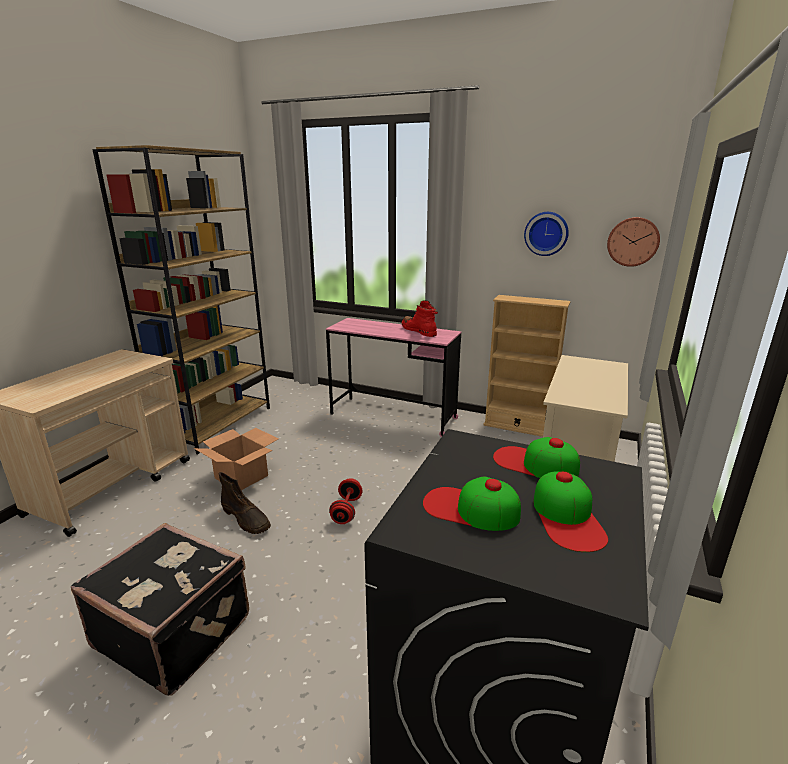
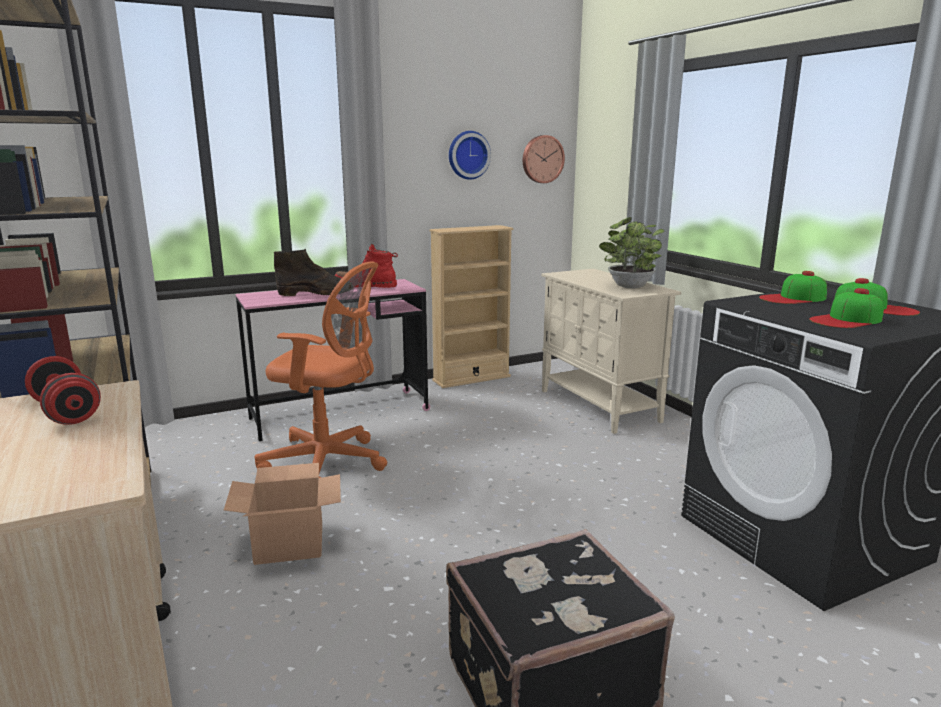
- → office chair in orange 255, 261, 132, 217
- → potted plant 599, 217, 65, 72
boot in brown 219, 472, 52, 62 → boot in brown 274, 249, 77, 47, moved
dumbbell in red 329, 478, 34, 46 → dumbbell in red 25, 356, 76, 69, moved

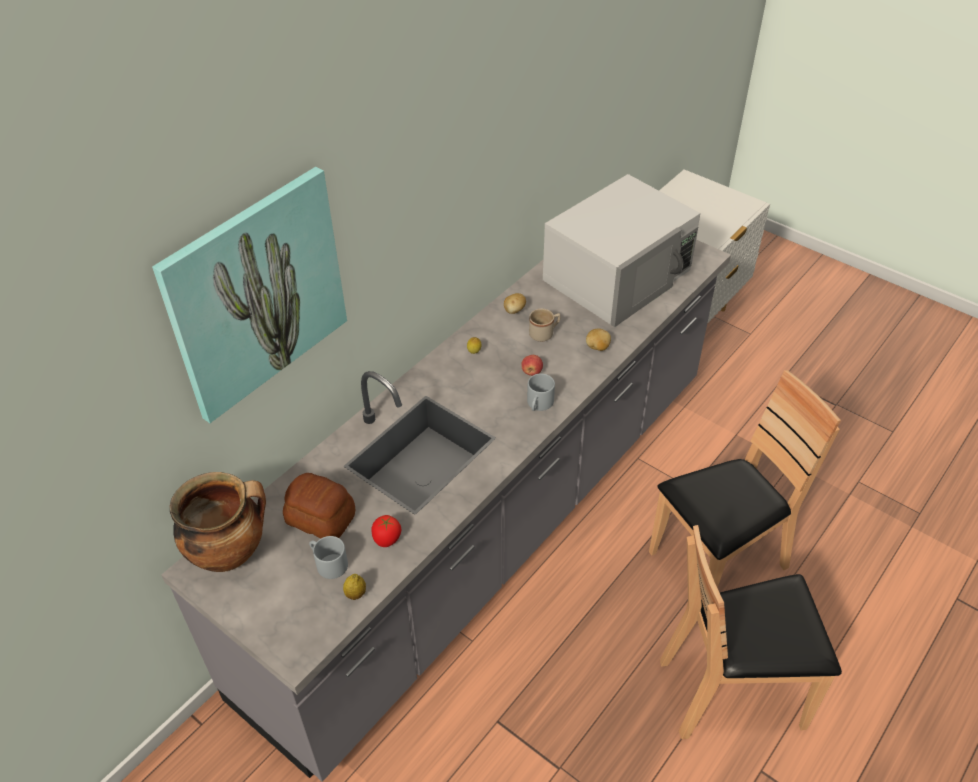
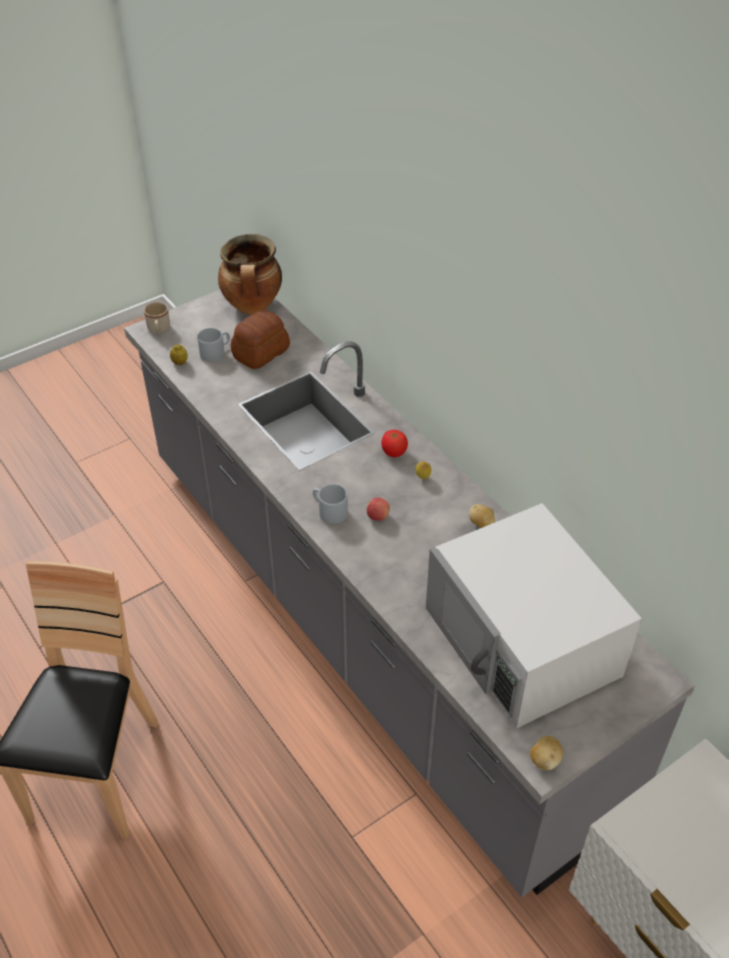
picture 152, 167, 195, 256 → -
chair in brown 649, 370, 192, 230 → -
tomato 371, 515, 30, 32 → tomato 381, 430, 27, 27, moved
mug in beige 529, 309, 31, 33 → mug in beige 144, 302, 26, 32, moved
potato 586, 328, 25, 23 → potato 530, 736, 33, 34, moved

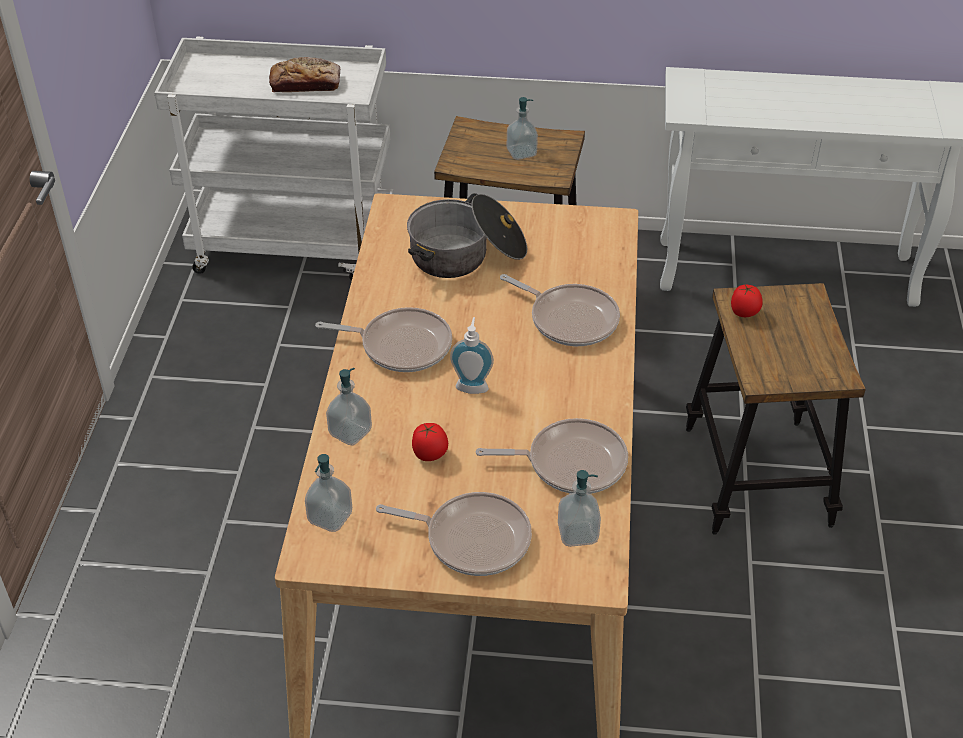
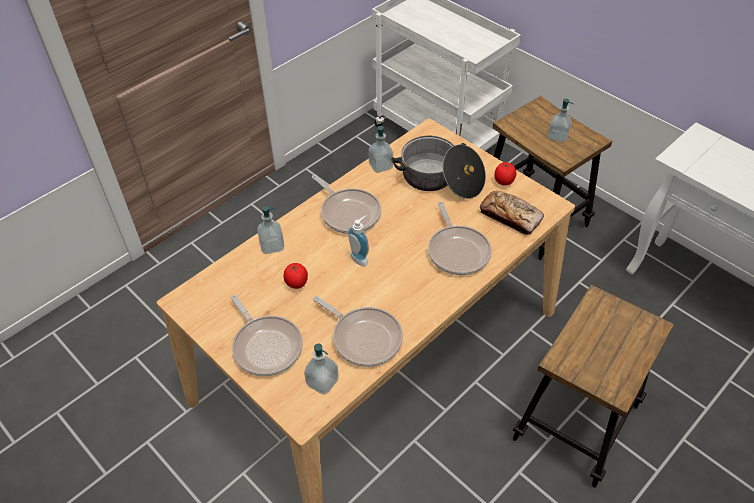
bread 269, 57, 71, 35 → bread 480, 191, 64, 44, moved
soap dispenser 305, 454, 47, 78 → soap dispenser 369, 126, 24, 47, moved
tomato 731, 285, 32, 32 → tomato 494, 162, 22, 24, moved

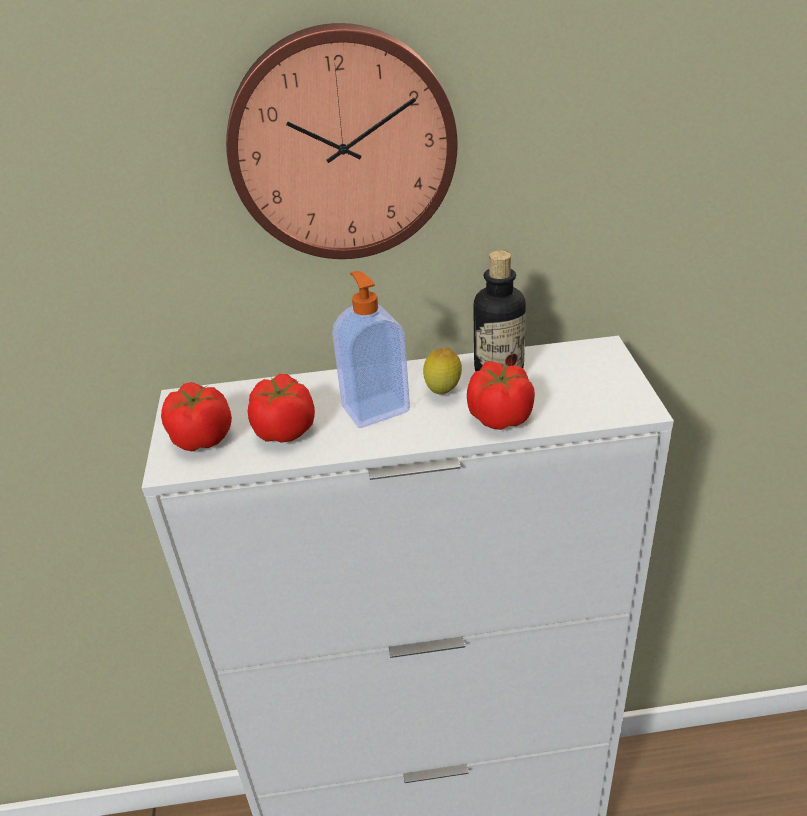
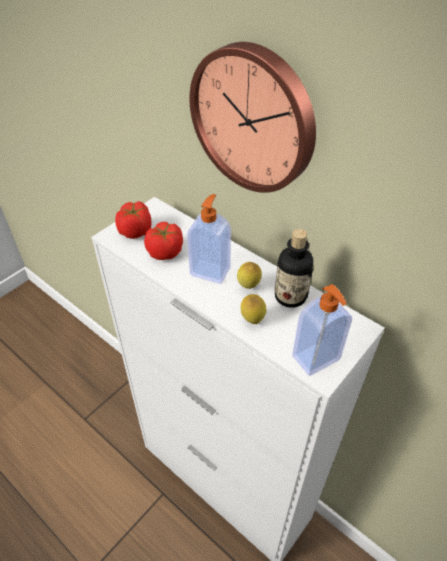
- → soap dispenser 292, 284, 60, 92
tomato 467, 361, 68, 69 → lemon 241, 294, 25, 30

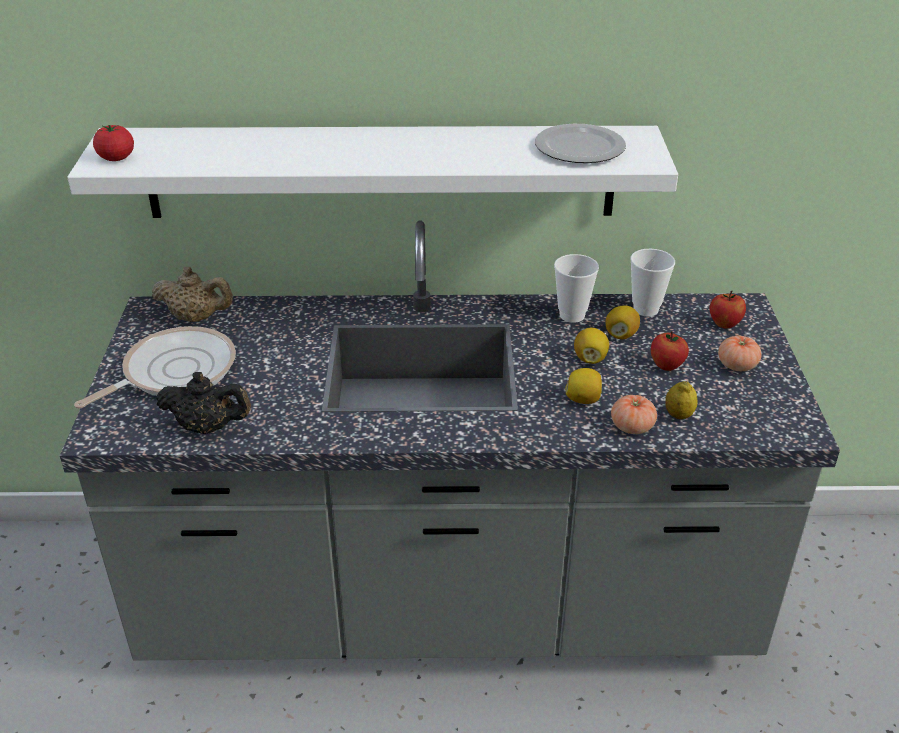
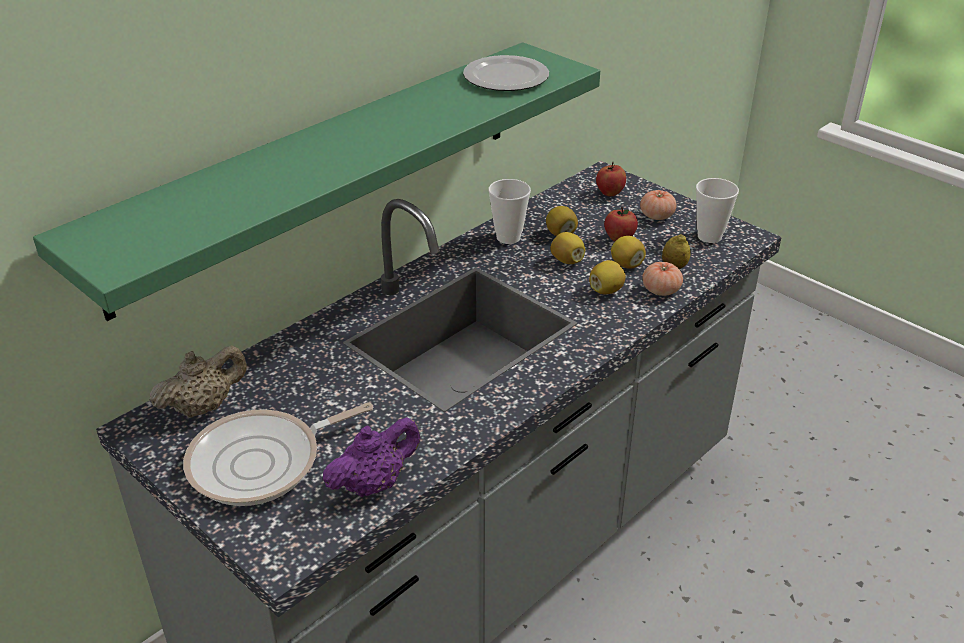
tomato 93, 125, 41, 36 → -
- → lemon 611, 236, 35, 33
cup 630, 249, 45, 67 → cup 696, 178, 43, 65, moved
shelf in white 67, 126, 611, 92 → shelf in green 33, 42, 567, 279
teapot in black 156, 372, 95, 62 → teapot in purple 323, 417, 98, 80
frying pan 74, 326, 162, 83 → frying pan 183, 402, 190, 104, 120 degrees counterclockwise

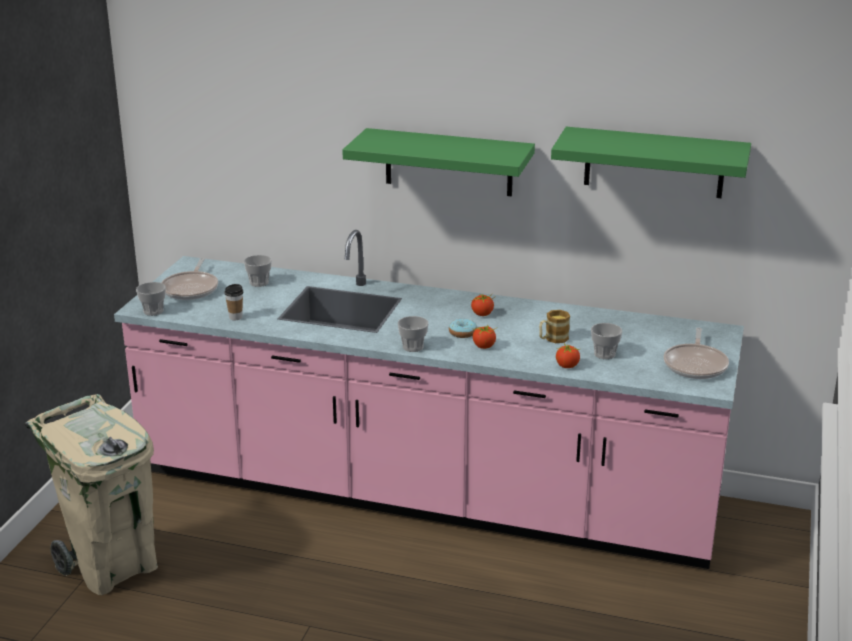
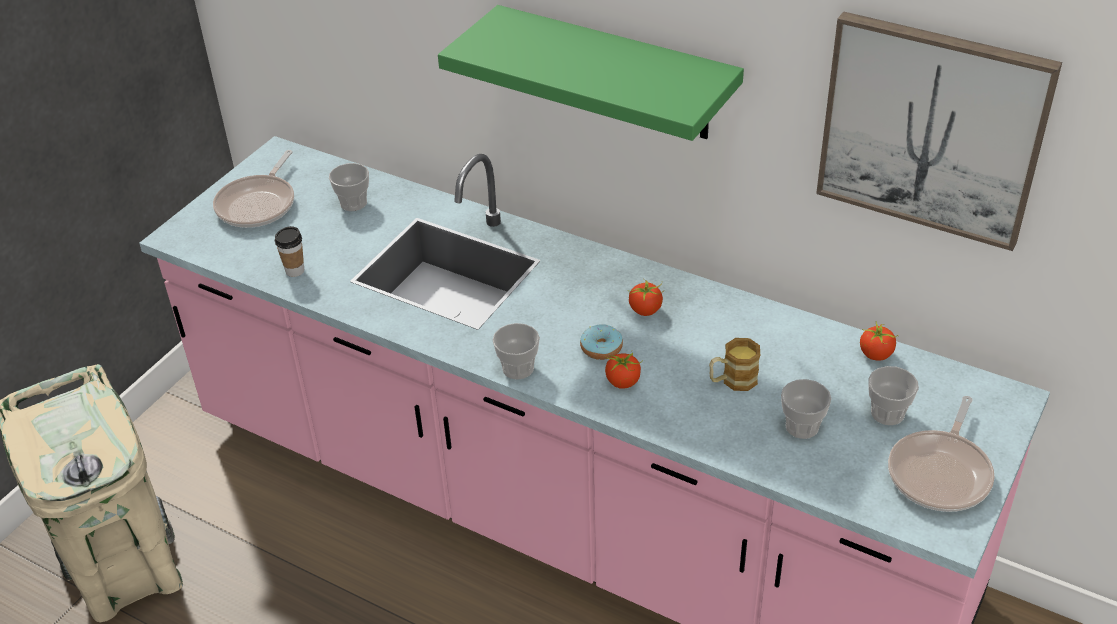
cup 136, 282, 30, 34 → cup 868, 366, 51, 59, moved
tomato 556, 344, 24, 24 → tomato 860, 322, 38, 39, moved
shelf in green 551, 127, 200, 71 → picture 816, 11, 246, 240

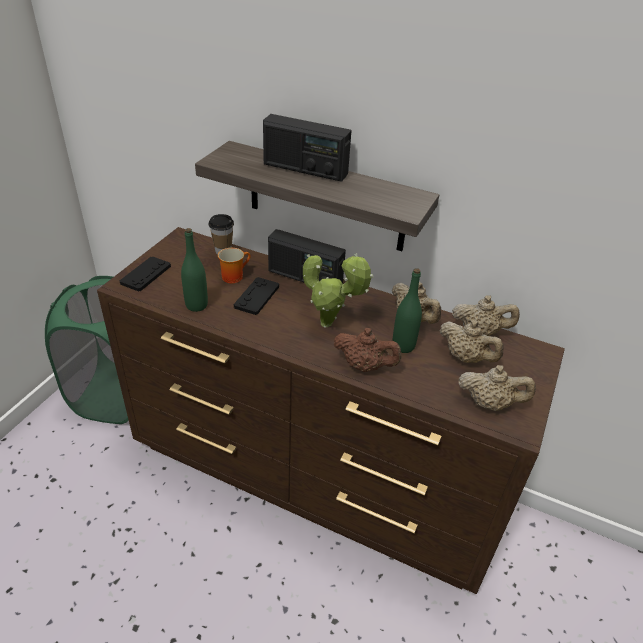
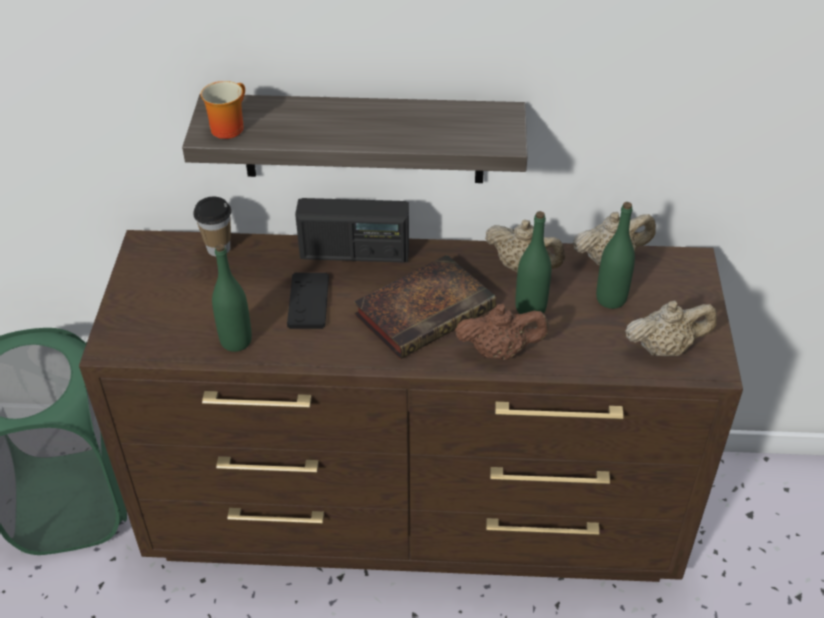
game controller in black 120, 256, 51, 35 → -
radio 263, 114, 89, 68 → -
mug 218, 248, 33, 36 → mug 201, 81, 44, 58, moved
potted plant 303, 253, 70, 75 → book 354, 255, 142, 104
teapot in beige 439, 320, 65, 43 → bottle in green 596, 202, 39, 107

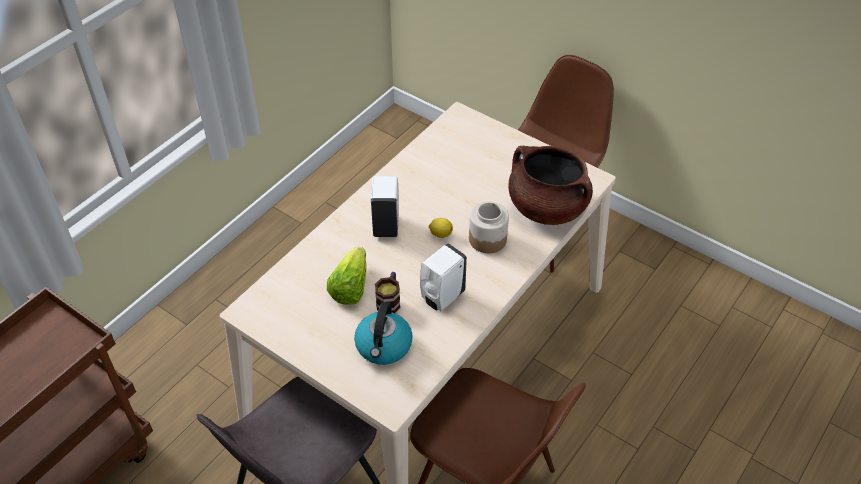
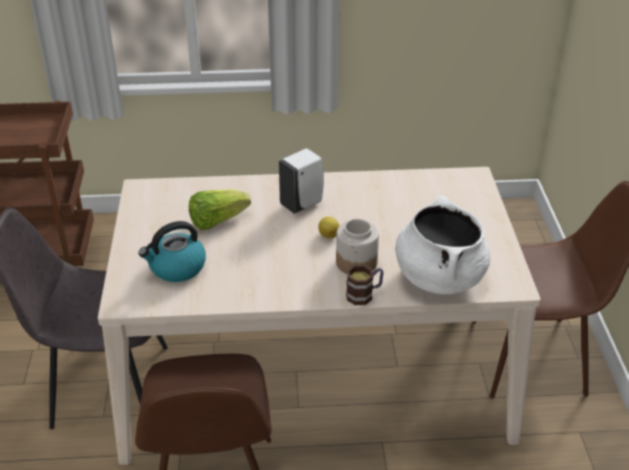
soap dispenser in white 420, 243, 47, 68 → -
mug 375, 272, 25, 41 → mug 346, 265, 38, 40, moved
cooking pot in brown 508, 146, 85, 79 → cooking pot in white 395, 195, 95, 99

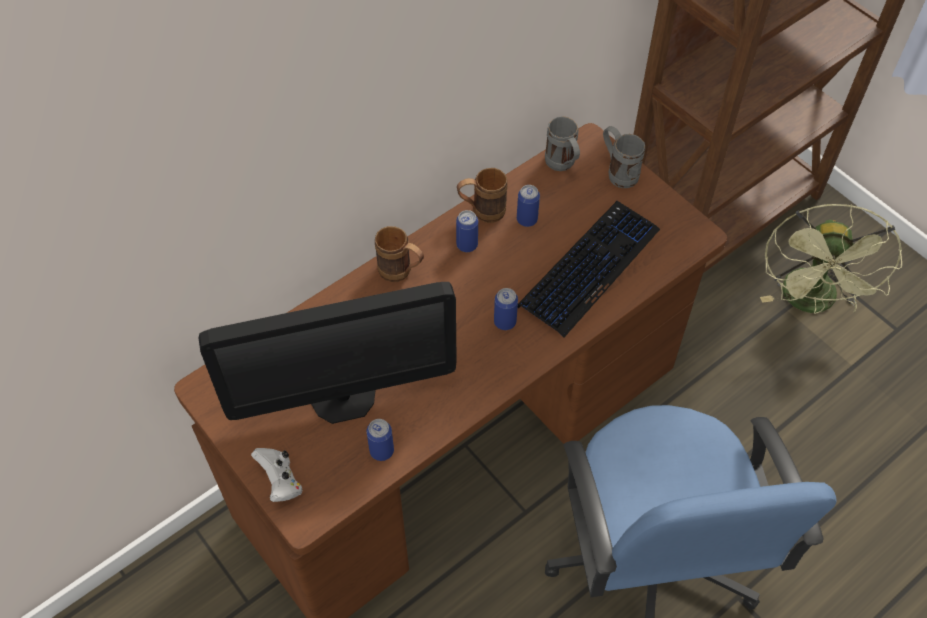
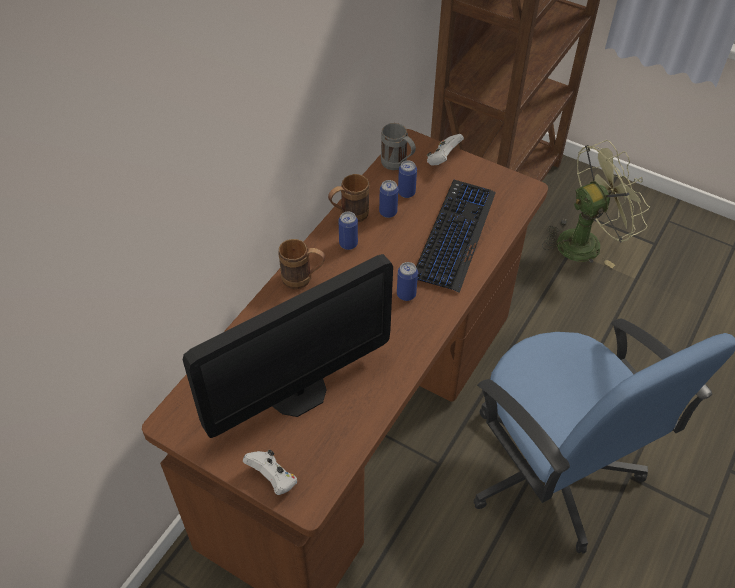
can 366, 419, 28, 42 → can 398, 160, 19, 38, moved
mug in grey 603, 126, 42, 62 → game controller in white 427, 134, 37, 32
fan in green 760, 204, 142, 110 → fan in green 542, 140, 108, 128, 105 degrees counterclockwise

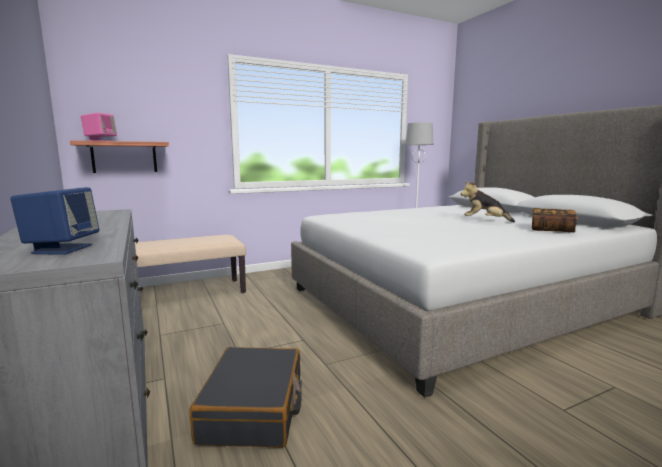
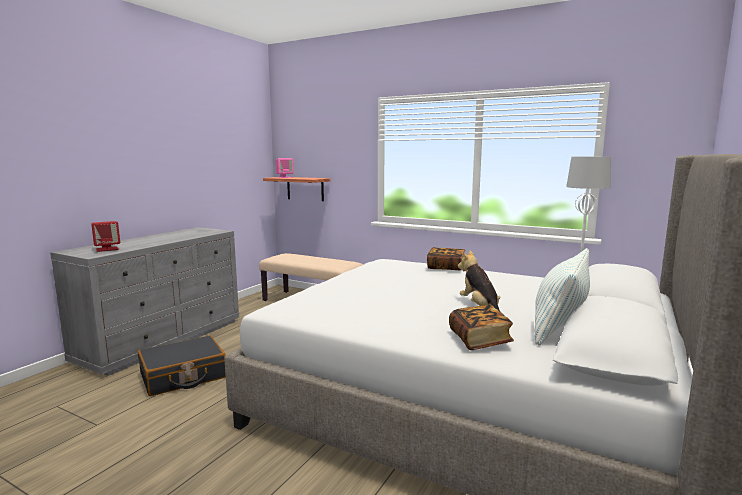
- → book 427, 247, 38, 23
- → pillow 534, 248, 56, 97
speaker in blue 10, 187, 89, 68 → speaker in red 91, 221, 29, 31

